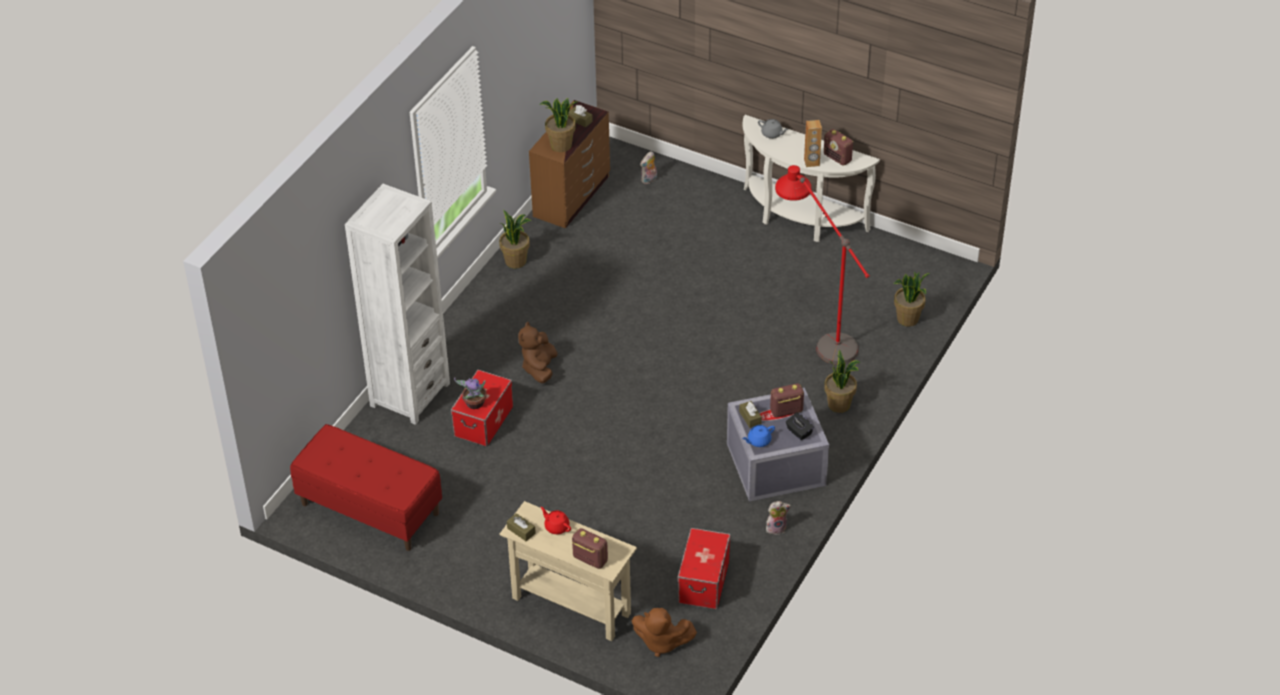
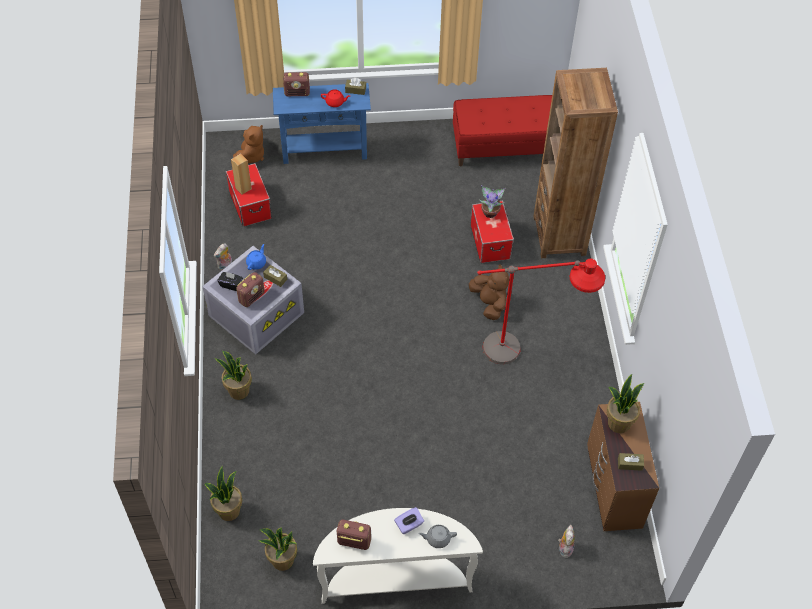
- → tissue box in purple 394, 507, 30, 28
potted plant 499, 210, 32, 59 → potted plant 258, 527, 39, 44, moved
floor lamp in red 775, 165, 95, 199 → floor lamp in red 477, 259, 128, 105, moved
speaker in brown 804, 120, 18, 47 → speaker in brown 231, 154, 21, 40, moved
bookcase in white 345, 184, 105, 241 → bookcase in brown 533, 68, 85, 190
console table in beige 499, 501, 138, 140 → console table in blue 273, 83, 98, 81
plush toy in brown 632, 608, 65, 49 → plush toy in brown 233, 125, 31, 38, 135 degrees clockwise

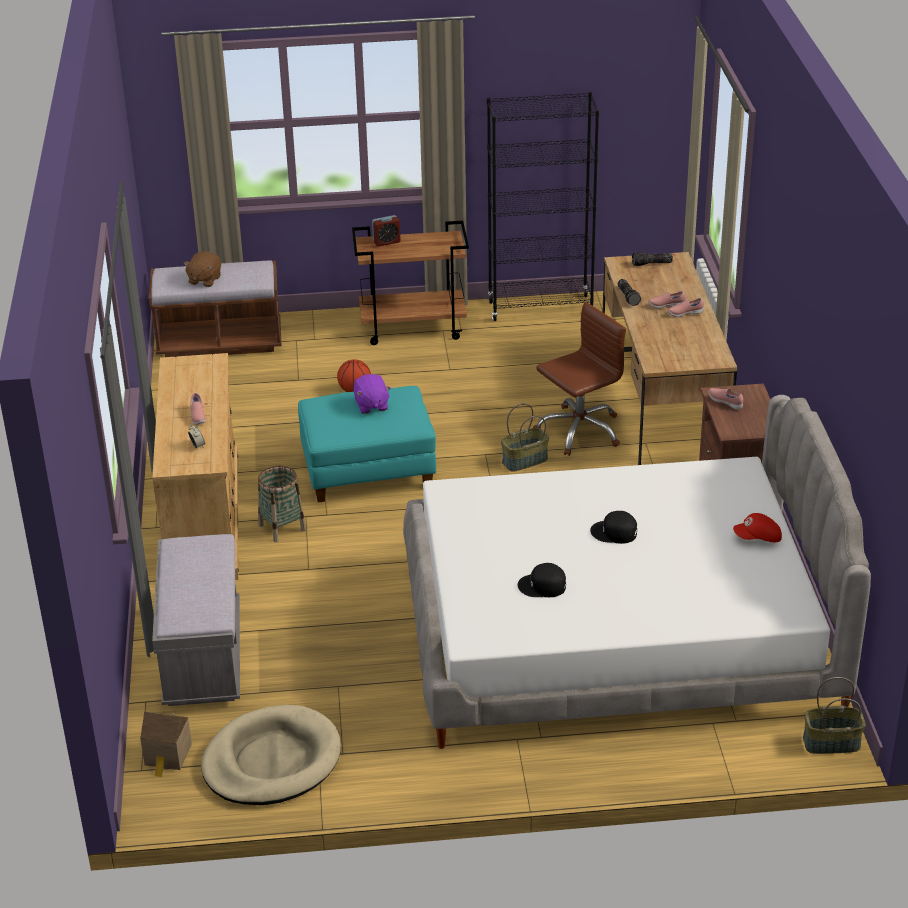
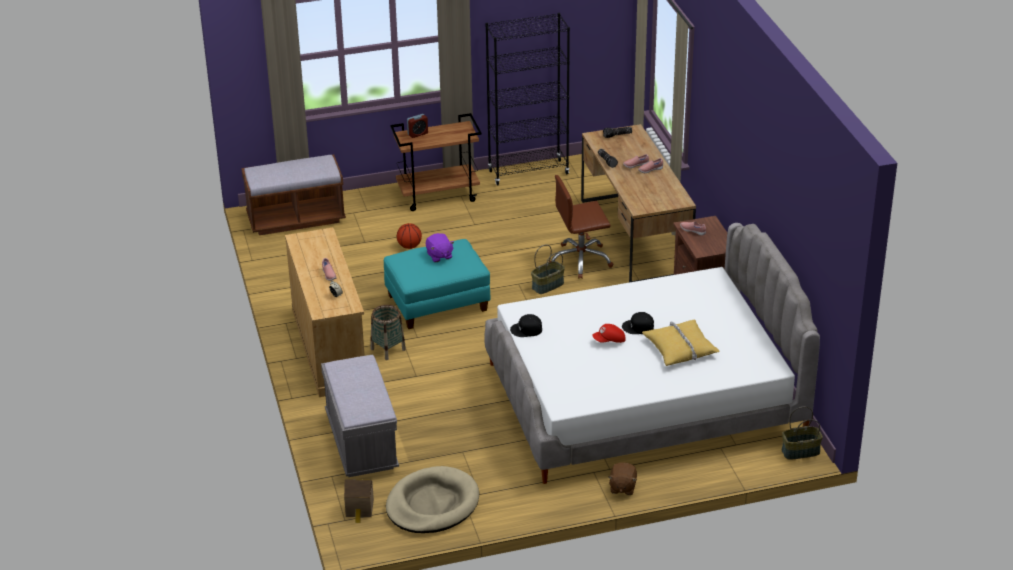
- → pillow in yellow 642, 320, 78, 46
plush toy in brown 184, 251, 37, 36 → plush toy in brown 608, 462, 29, 33, moved
cap in black 518, 563, 48, 34 → cap in black 510, 314, 32, 23, moved
cap in red 733, 513, 49, 29 → cap in red 592, 324, 34, 19, moved
office chair in brown 533, 302, 93, 154 → office chair in brown 550, 175, 64, 104, 150 degrees counterclockwise

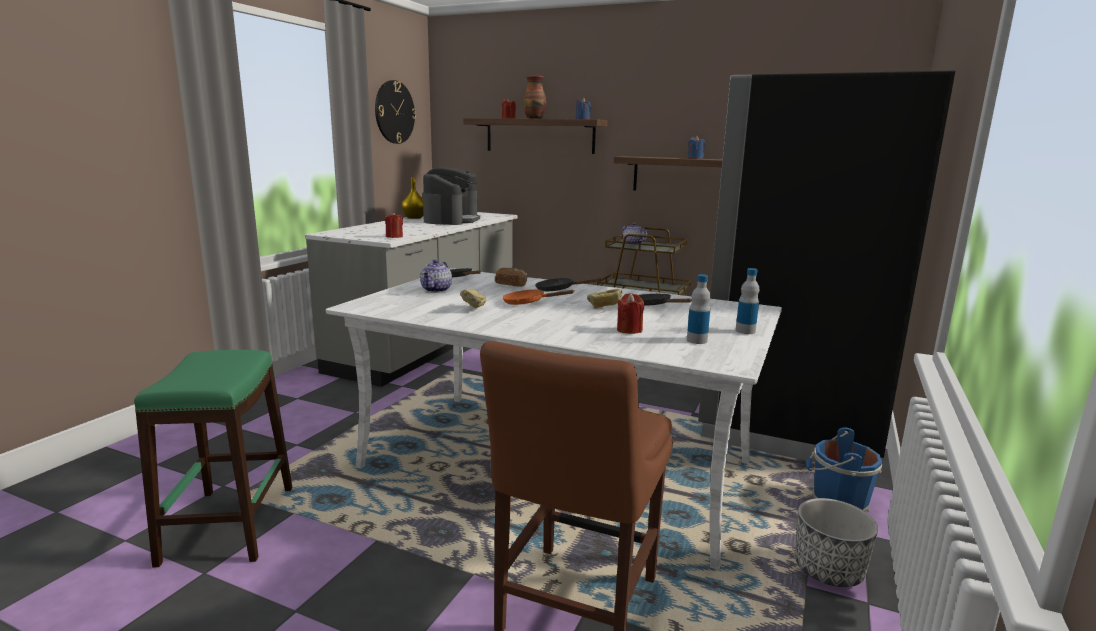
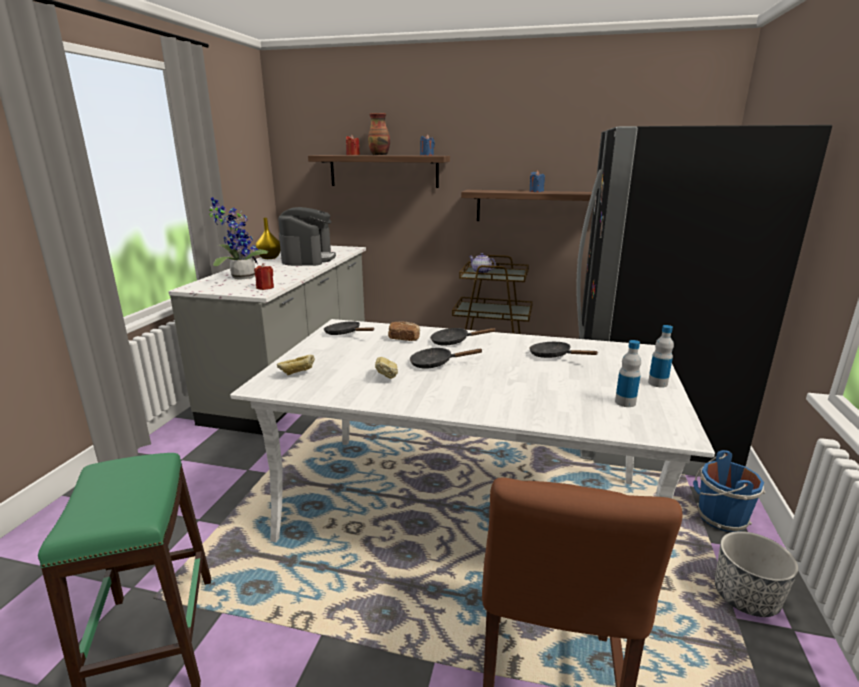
wall clock 375, 80, 41, 64 → -
teapot 420, 260, 32, 33 → -
candle in red 617, 293, 27, 41 → -
- → potted plant 209, 197, 60, 83
bread 587, 288, 35, 20 → bread 277, 355, 38, 20, moved
frying pan in orange 502, 289, 73, 16 → frying pan in black 410, 348, 73, 21

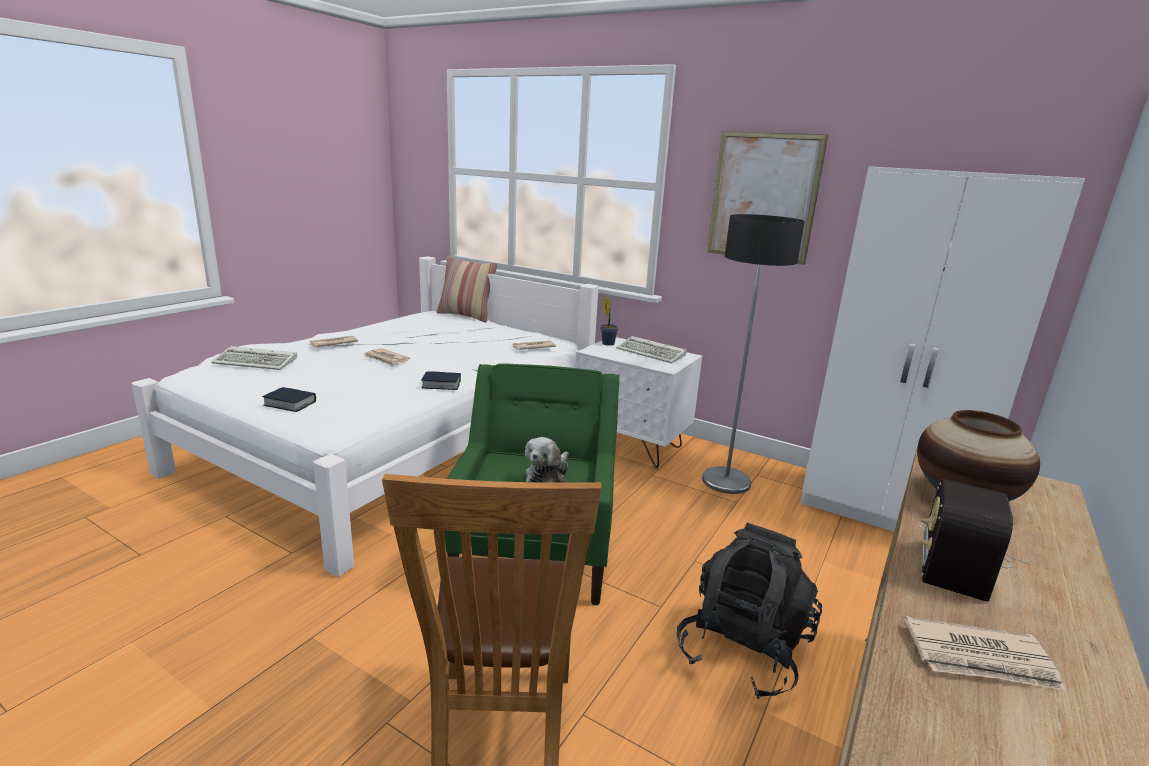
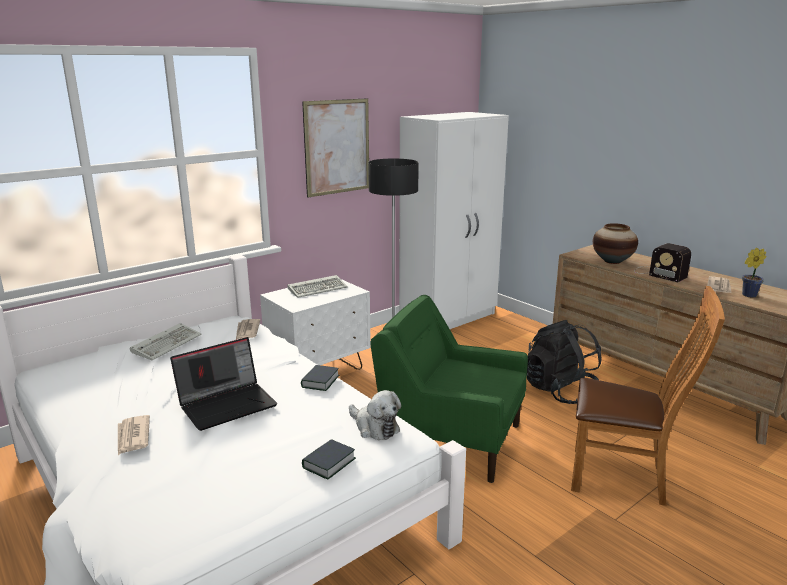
pillow 436, 256, 62, 67 → -
keyboard 211, 346, 86, 24 → keyboard 130, 323, 72, 37, moved
plush toy 525, 437, 44, 46 → plush toy 349, 390, 52, 50, moved
potted plant 600, 295, 19, 51 → potted plant 742, 248, 25, 50, moved
newspaper 364, 348, 46, 19 → laptop 170, 337, 107, 94

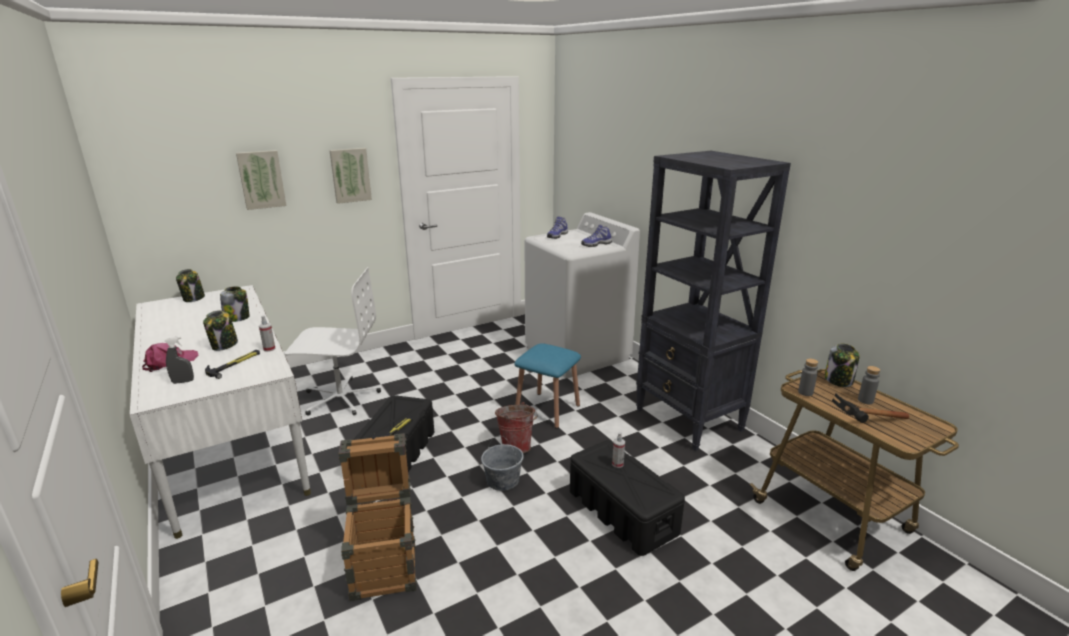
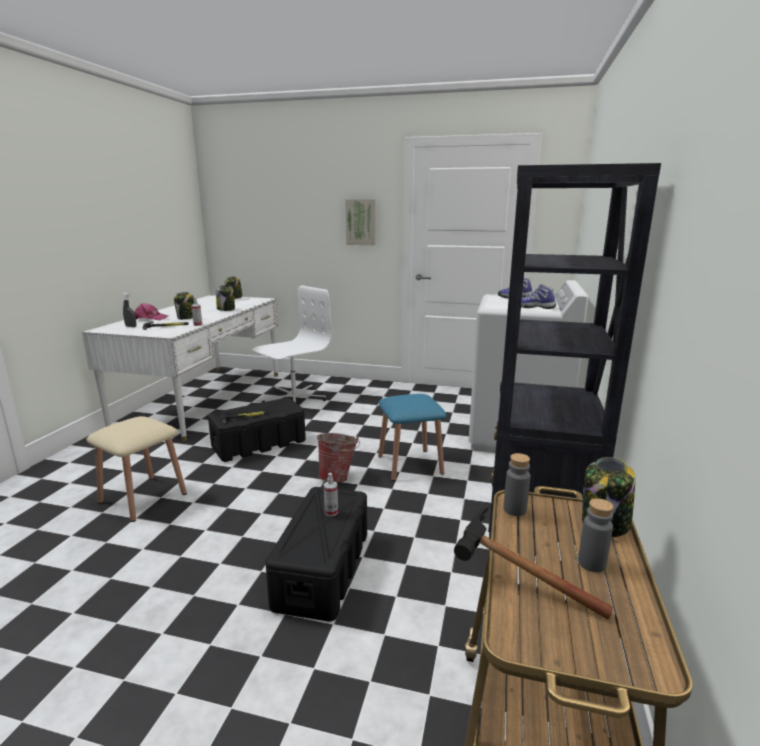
picture 236, 150, 51, 60 → -
bucket in grey 481, 436, 43, 55 → -
crate 339, 433, 78, 168 → stool in beige 87, 416, 100, 106
office chair in white 285, 267, 96, 149 → office chair in white 253, 285, 79, 118, 90 degrees counterclockwise

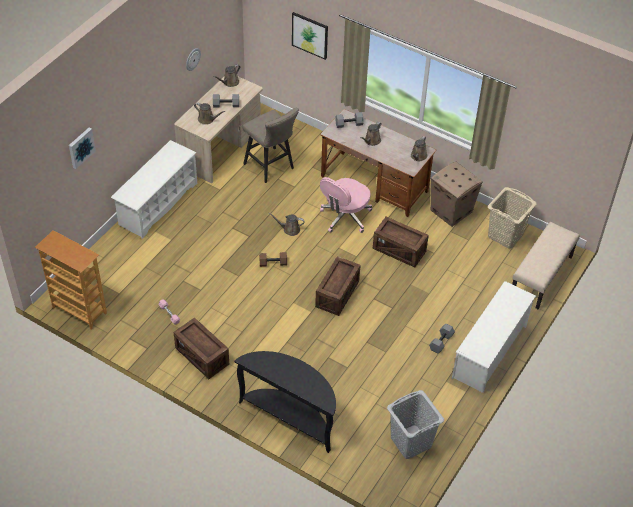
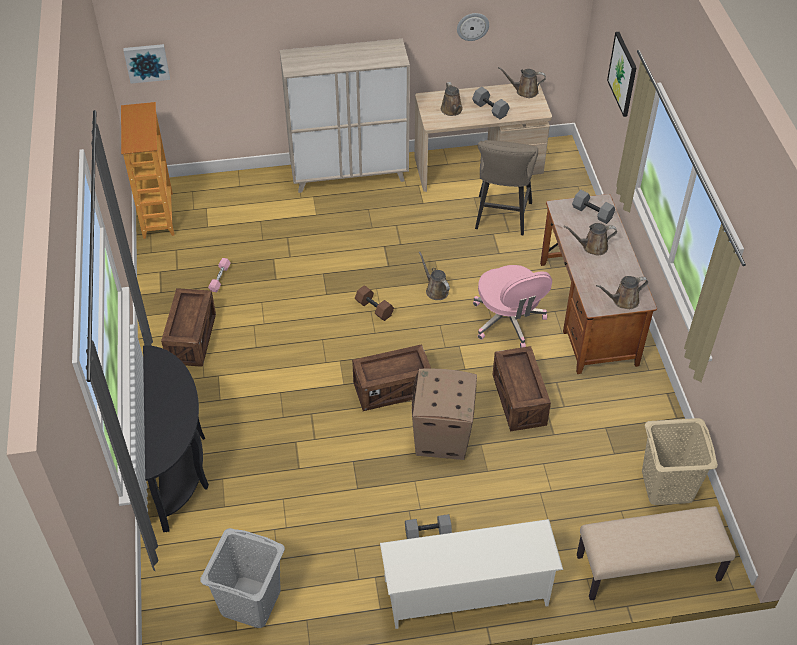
picture 69, 127, 27, 42 → picture 123, 44, 47, 40, moved
cardboard box 431, 162, 52, 65 → cardboard box 412, 369, 65, 91, moved
shoe rack in white 111, 140, 86, 99 → cabinet in beige 280, 39, 130, 154
office chair in pink 320, 177, 52, 56 → office chair in pink 473, 265, 79, 83, 105 degrees counterclockwise

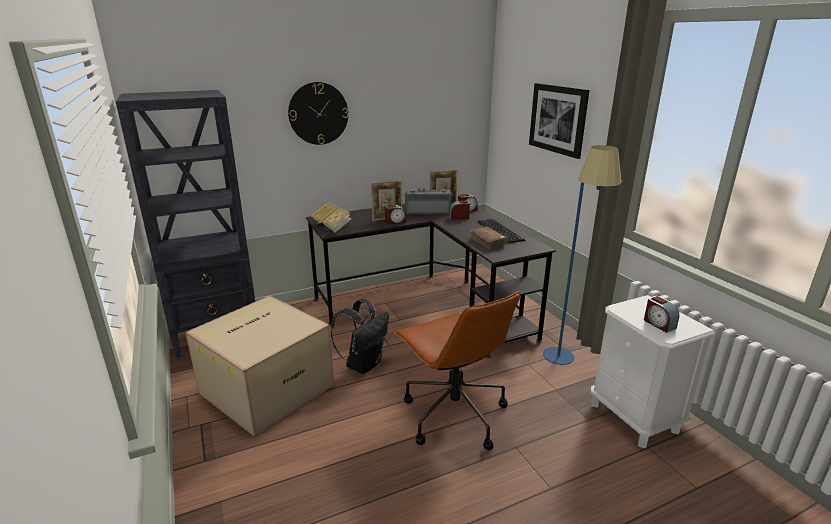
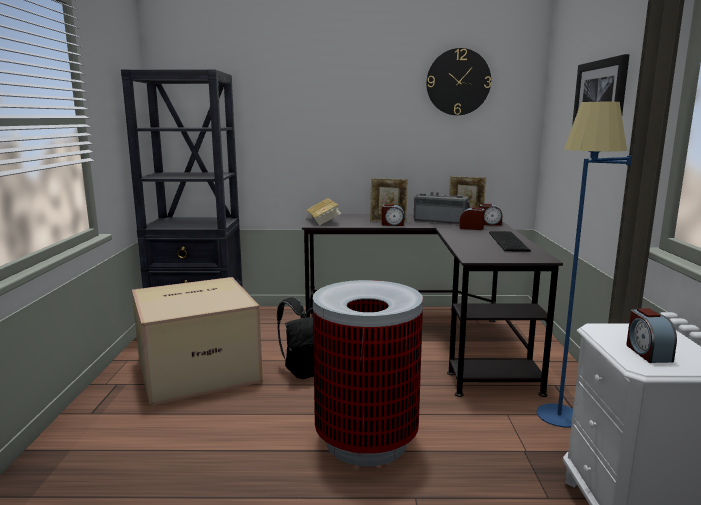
book in brown 469, 226, 39, 24 → -
wall clock 288, 82, 61, 63 → wall clock 426, 48, 65, 67, moved
office chair in brown 394, 292, 126, 158 → trash can 313, 280, 110, 186

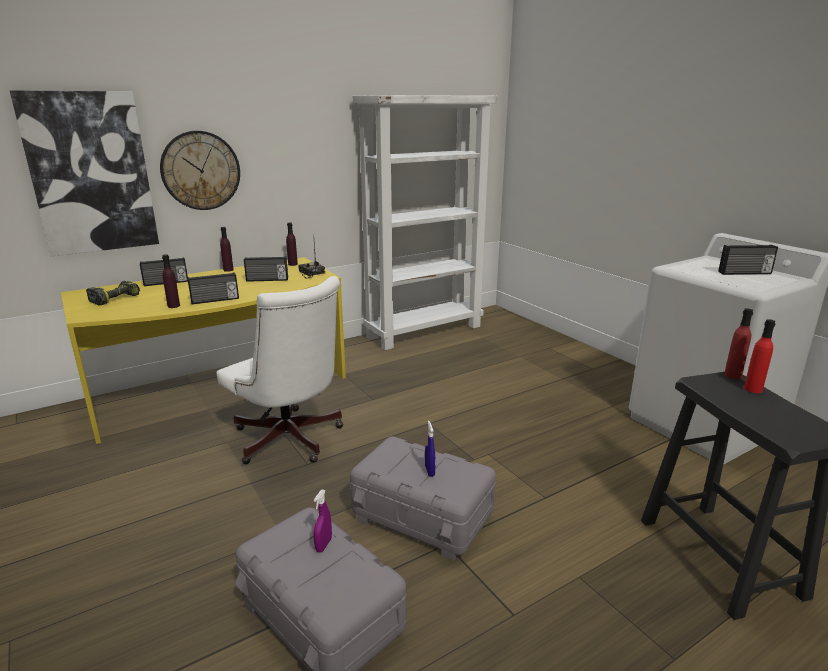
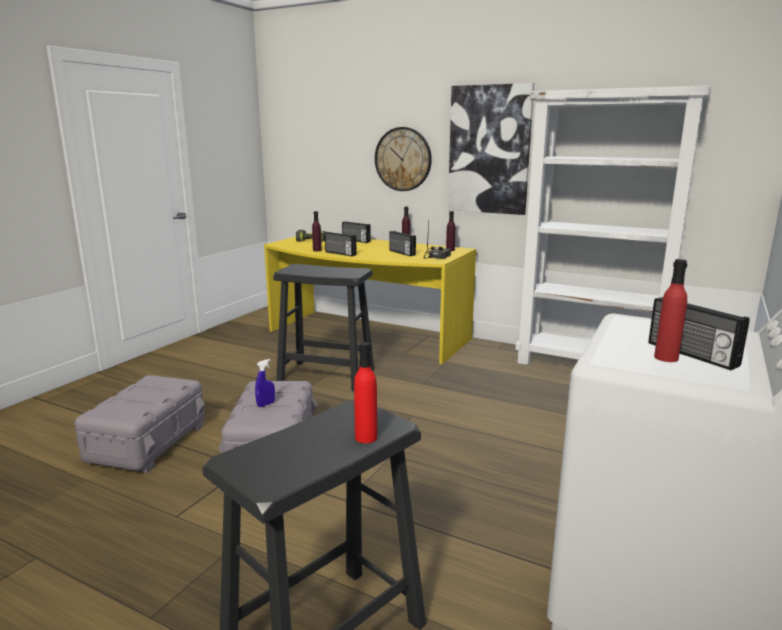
spray bottle in purple 313, 489, 19, 64 → -
picture 10, 90, 149, 166 → picture 448, 83, 86, 132, moved
bottle in red 724, 308, 29, 71 → bottle in red 654, 259, 33, 103, moved
office chair in white 217, 276, 127, 188 → stool in black 273, 264, 101, 127

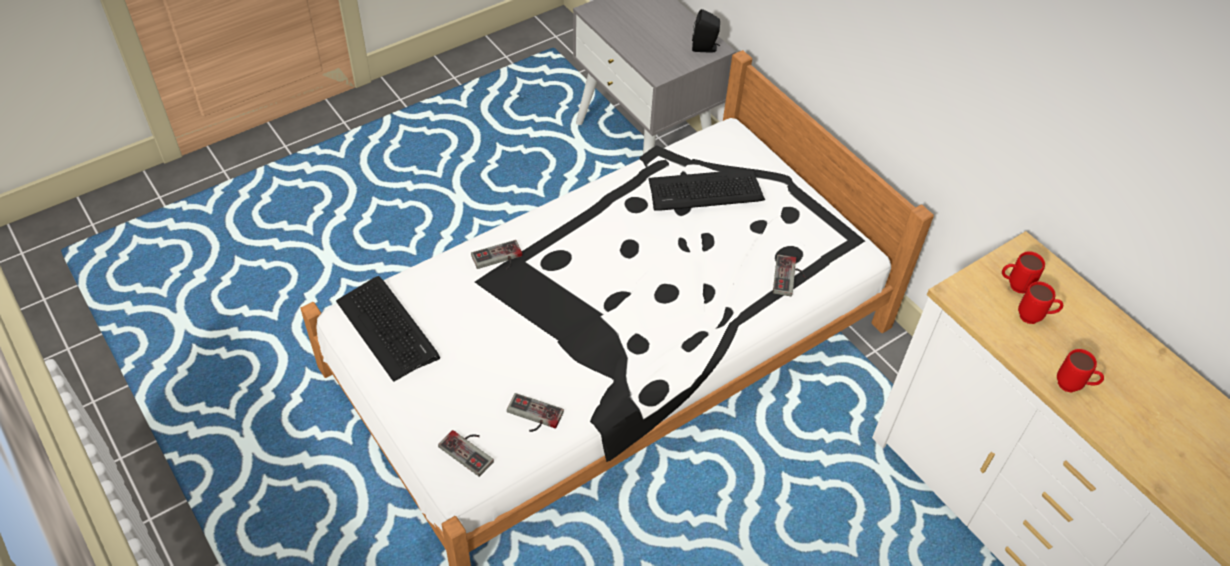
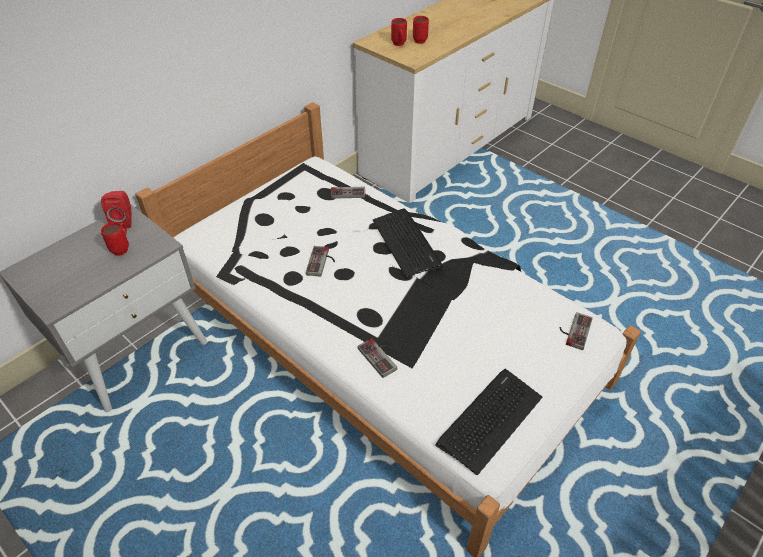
game controller 507, 393, 57, 39 → game controller 306, 246, 29, 31, moved
keyboard 649, 169, 116, 41 → keyboard 373, 209, 70, 68, moved
mug in red 1057, 349, 47, 43 → mug in red 101, 222, 28, 34, moved
speaker in black 692, 9, 28, 43 → speaker in red 101, 191, 31, 38

